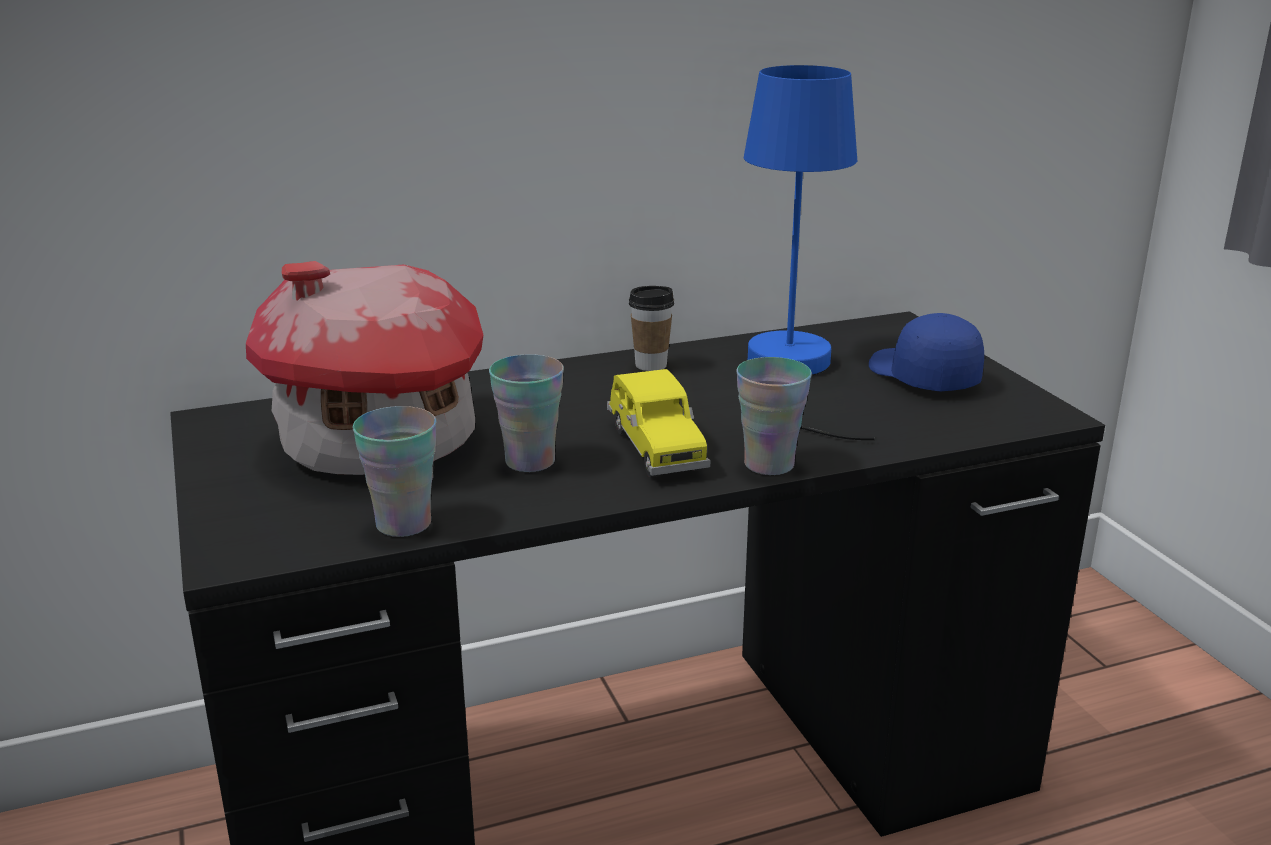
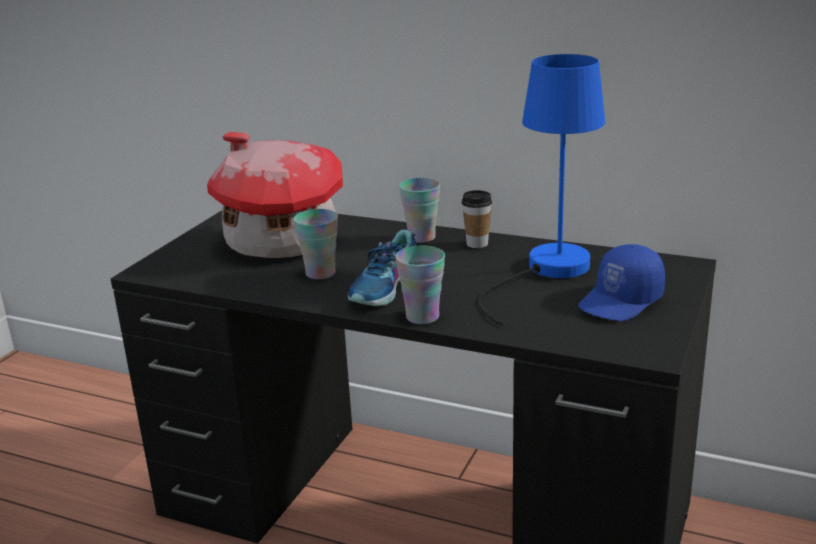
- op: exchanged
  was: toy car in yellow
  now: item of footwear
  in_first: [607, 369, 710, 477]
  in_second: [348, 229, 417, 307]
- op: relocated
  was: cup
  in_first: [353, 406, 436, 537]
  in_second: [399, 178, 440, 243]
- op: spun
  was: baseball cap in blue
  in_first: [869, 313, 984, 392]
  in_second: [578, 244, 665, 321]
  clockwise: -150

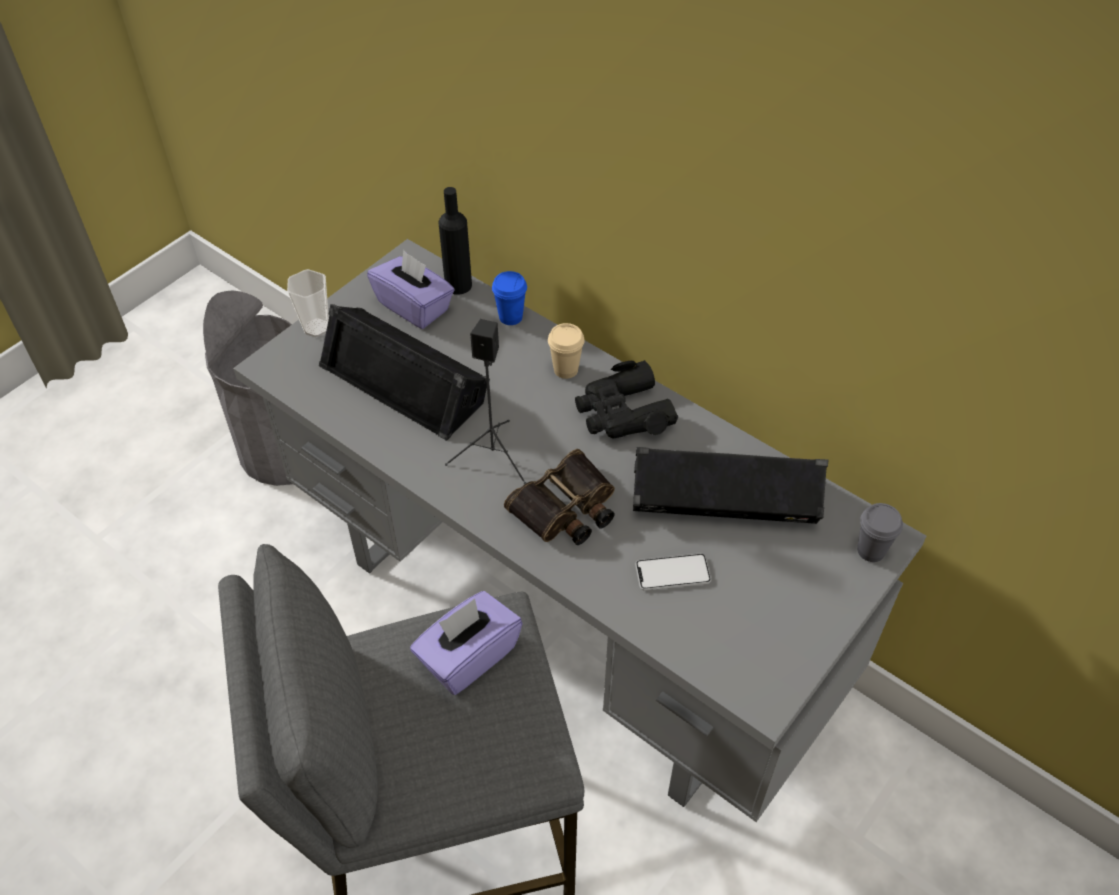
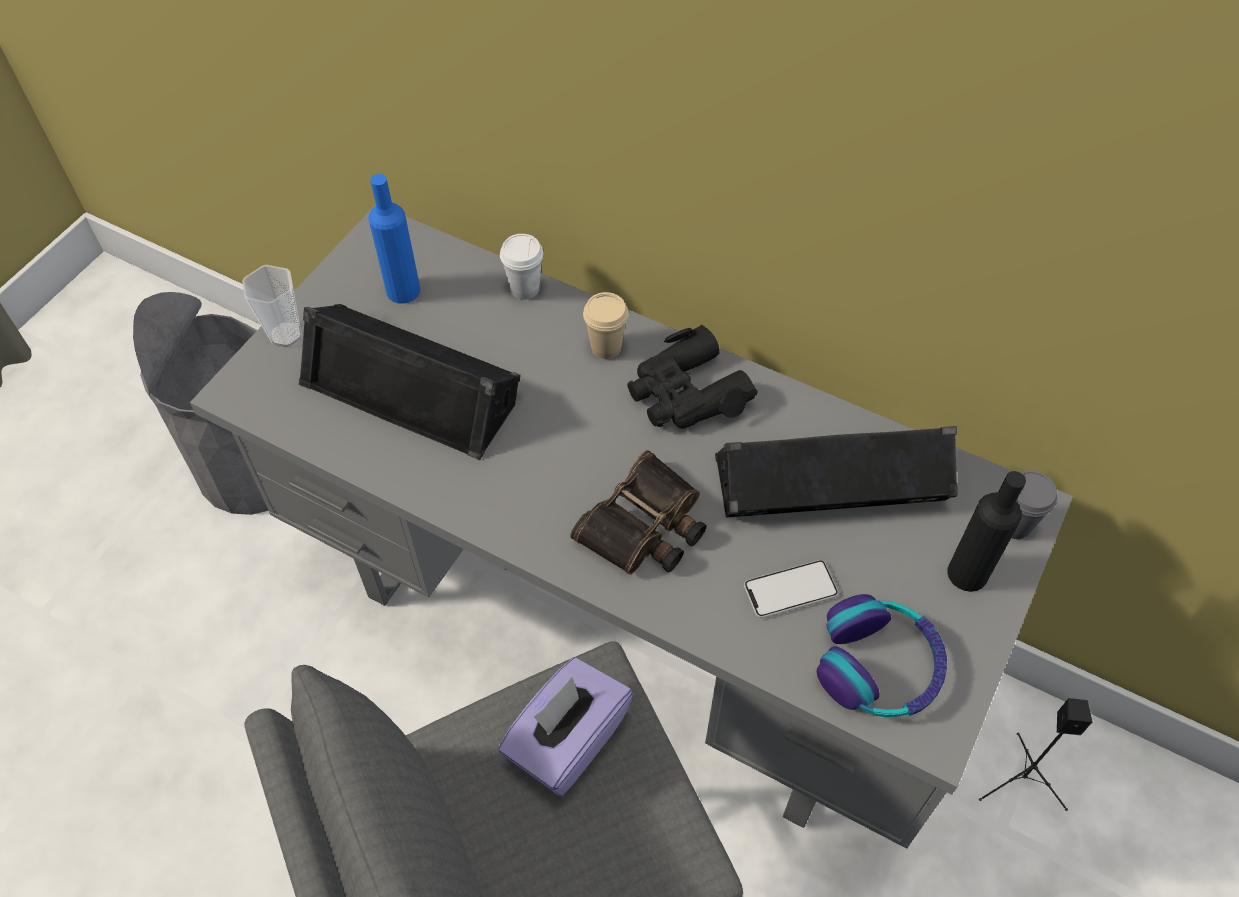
- op: exchanged
  was: box of tissues in purple-coloured
  now: beverage bottle in blue
  in_first: [367, 250, 455, 329]
  in_second: [368, 174, 421, 304]
- op: colour
  was: cup in blue
  now: cup in white-coloured
  in_first: [492, 271, 527, 325]
  in_second: [500, 234, 544, 300]
- op: appeared
  now: headphones
  in_second: [817, 594, 947, 717]
- op: relocated
  was: beverage bottle in black-coloured
  in_first: [439, 187, 472, 295]
  in_second: [947, 471, 1026, 592]
- op: relocated
  was: loudspeaker in black-coloured
  in_first: [445, 319, 526, 484]
  in_second: [979, 698, 1093, 811]

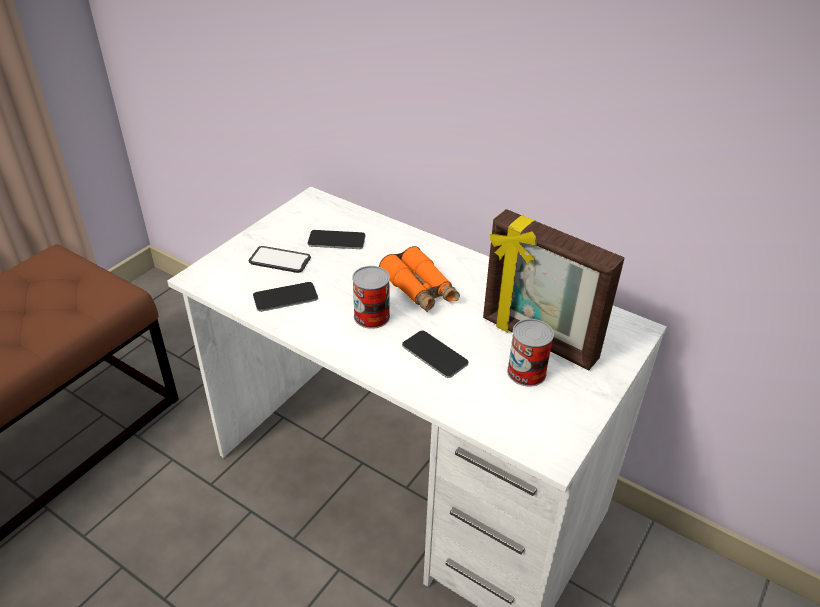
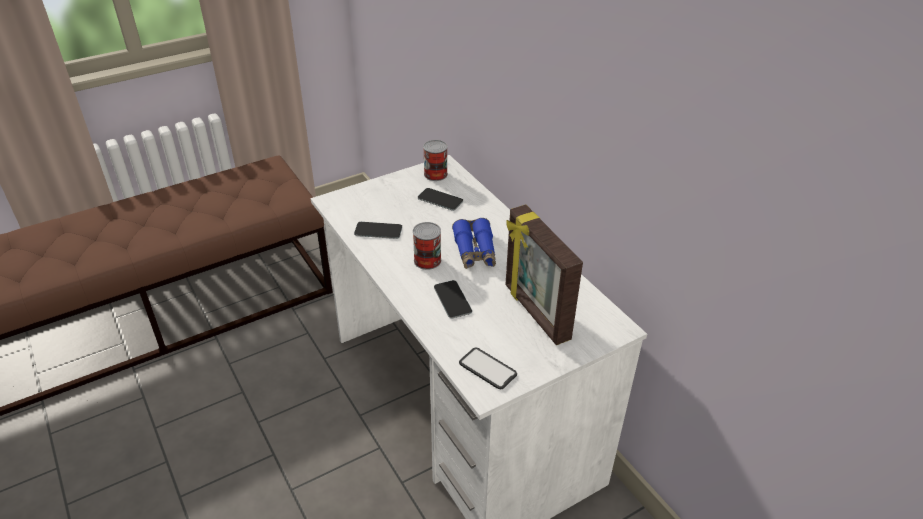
- op: relocated
  was: metal can
  in_first: [507, 319, 554, 387]
  in_second: [423, 140, 448, 181]
- op: colour
  was: field glasses in orange-coloured
  now: field glasses in blue
  in_first: [379, 246, 460, 312]
  in_second: [452, 218, 496, 269]
- op: relocated
  was: handset
  in_first: [249, 246, 311, 273]
  in_second: [459, 347, 517, 389]

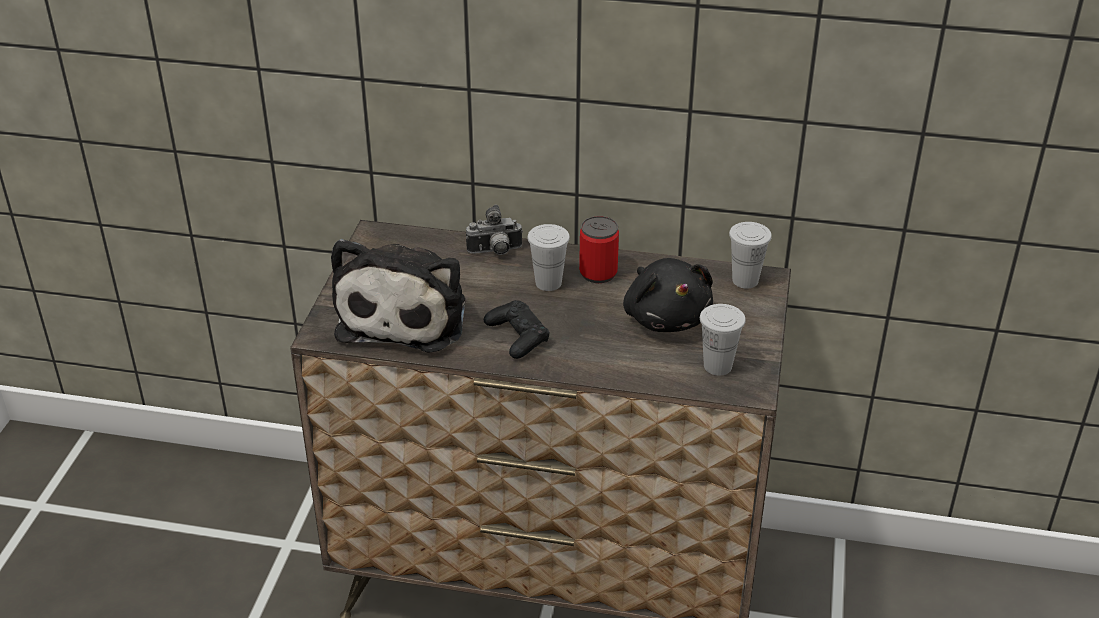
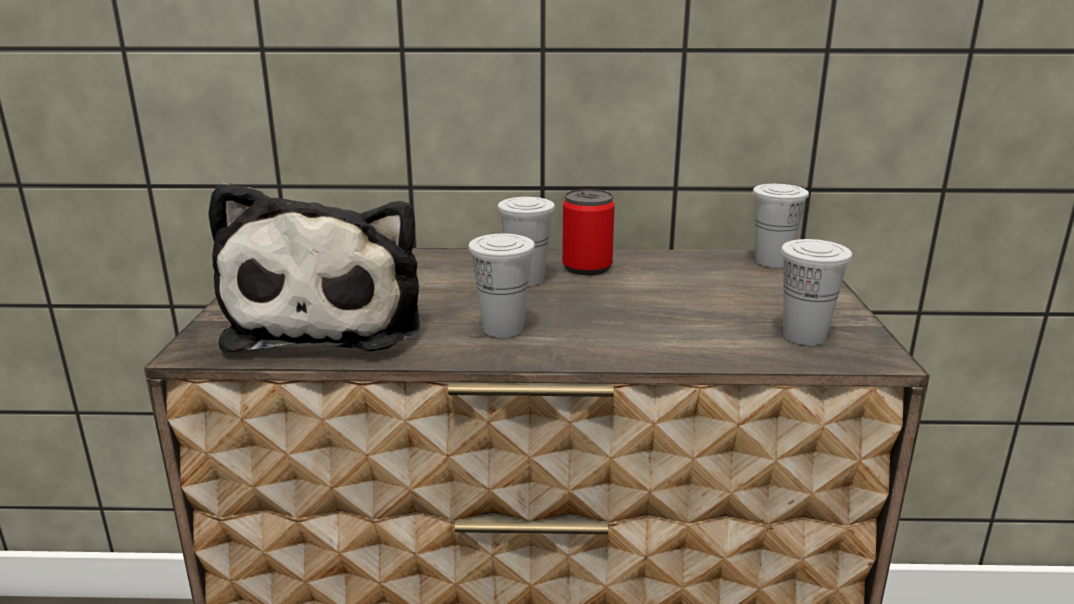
- op: exchanged
  was: gamepad in black-coloured
  now: cup in white-coloured
  in_first: [484, 300, 550, 359]
  in_second: [468, 234, 535, 337]
- op: missing
  was: photo camera
  in_first: [466, 204, 523, 255]
- op: missing
  was: cuddly toy in black-coloured
  in_first: [623, 258, 713, 332]

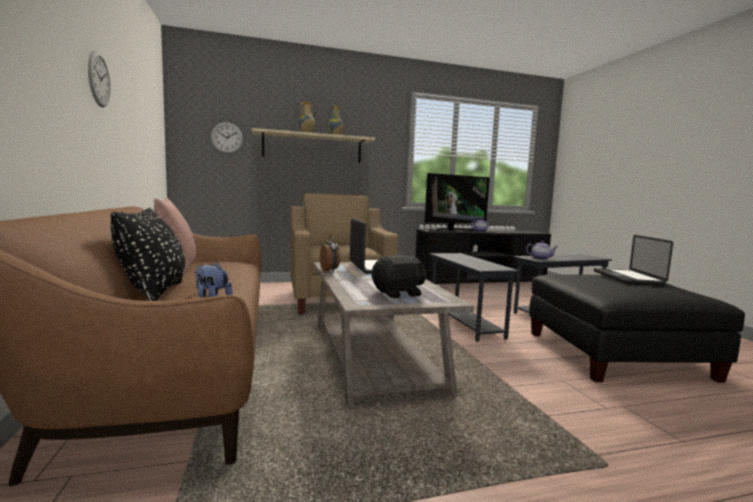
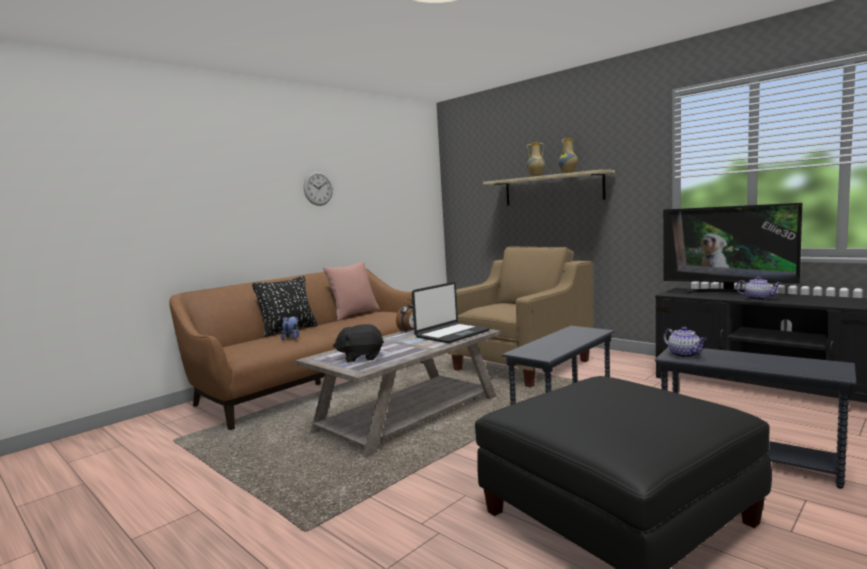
- op: spun
  was: cuddly toy in black-coloured
  in_first: [372, 255, 426, 298]
  in_second: [333, 324, 384, 362]
  clockwise: 135
- op: missing
  was: wall clock
  in_first: [211, 122, 243, 153]
- op: missing
  was: notebook computer
  in_first: [594, 235, 673, 285]

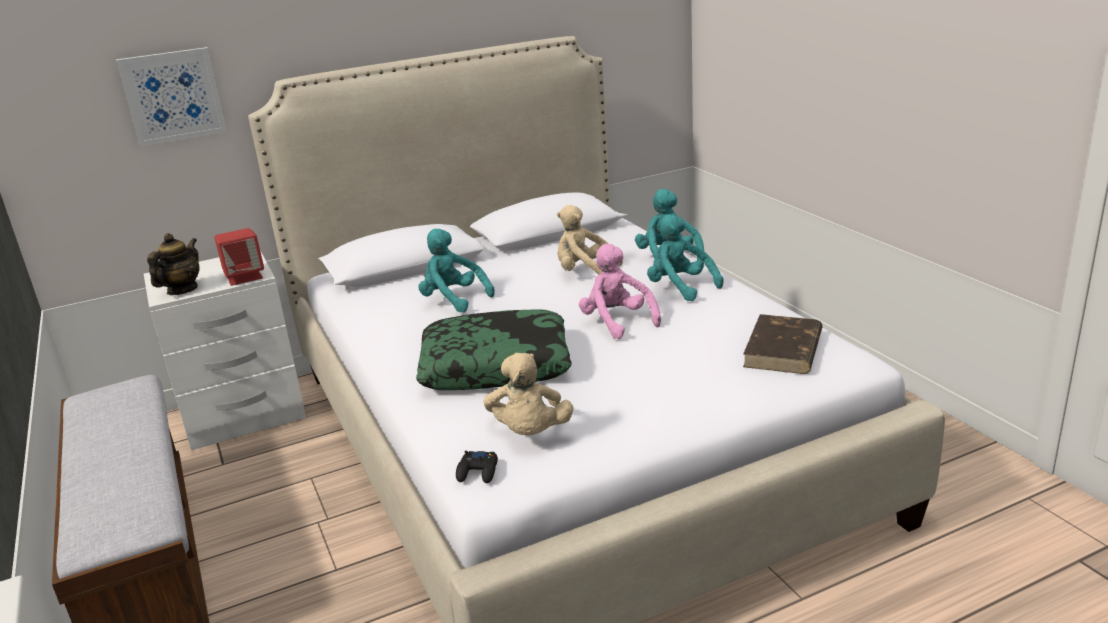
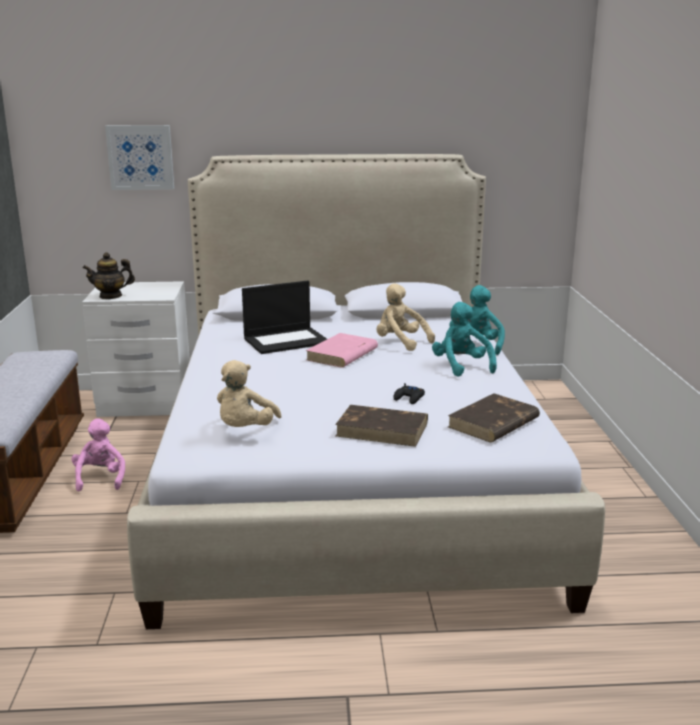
- op: relocated
  was: cuddly toy in pink-coloured
  in_first: [579, 244, 661, 339]
  in_second: [72, 418, 125, 491]
- op: spun
  was: tea pot
  in_first: [147, 233, 200, 295]
  in_second: [83, 252, 135, 299]
  clockwise: -150
- op: exchanged
  was: cuddly toy in blue-green
  now: notebook computer
  in_first: [418, 229, 495, 312]
  in_second: [242, 280, 327, 354]
- op: appeared
  now: book in pink-coloured
  in_second: [306, 333, 378, 368]
- op: appeared
  now: book in brownish
  in_second: [335, 405, 428, 447]
- op: relocated
  was: gamepad in black-coloured
  in_first: [456, 451, 498, 483]
  in_second: [393, 383, 425, 404]
- op: missing
  was: loudspeaker in red
  in_first: [214, 228, 264, 286]
- op: missing
  was: cushion
  in_first: [416, 309, 572, 390]

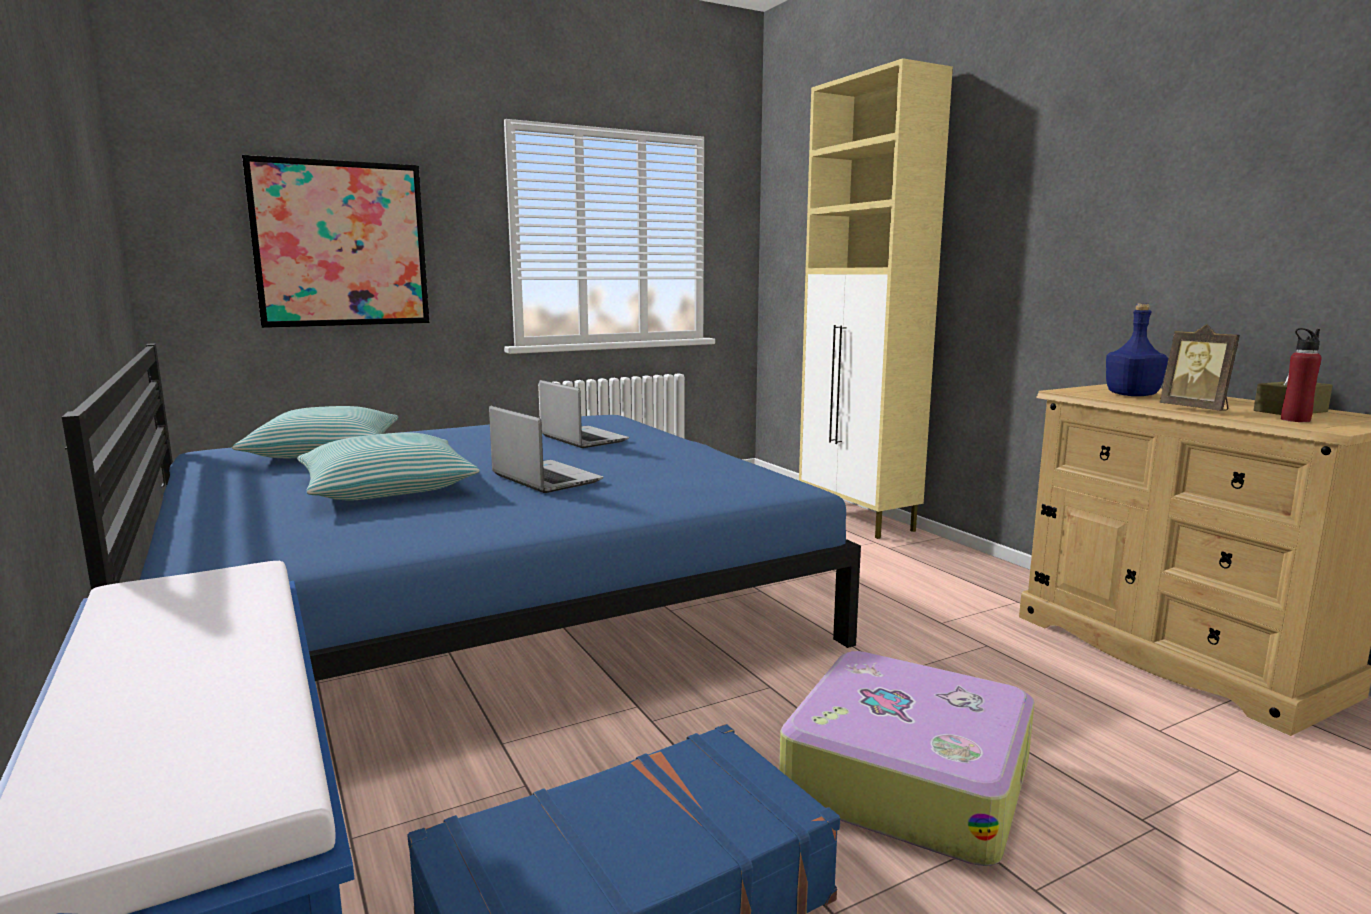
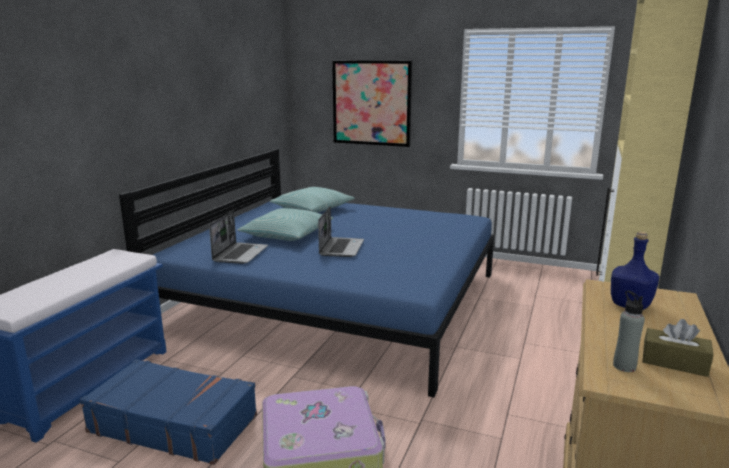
- op: relocated
  was: notebook computer
  in_first: [539, 380, 629, 448]
  in_second: [209, 211, 268, 264]
- op: colour
  was: beverage bottle in red
  now: beverage bottle in grey
  in_first: [1281, 328, 1322, 422]
  in_second: [613, 291, 645, 372]
- op: missing
  was: picture frame
  in_first: [1159, 324, 1240, 411]

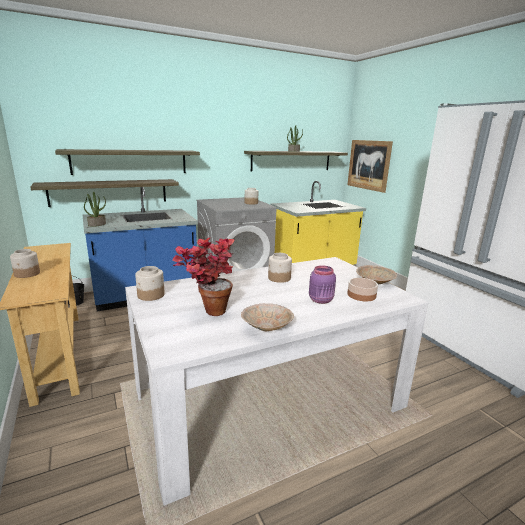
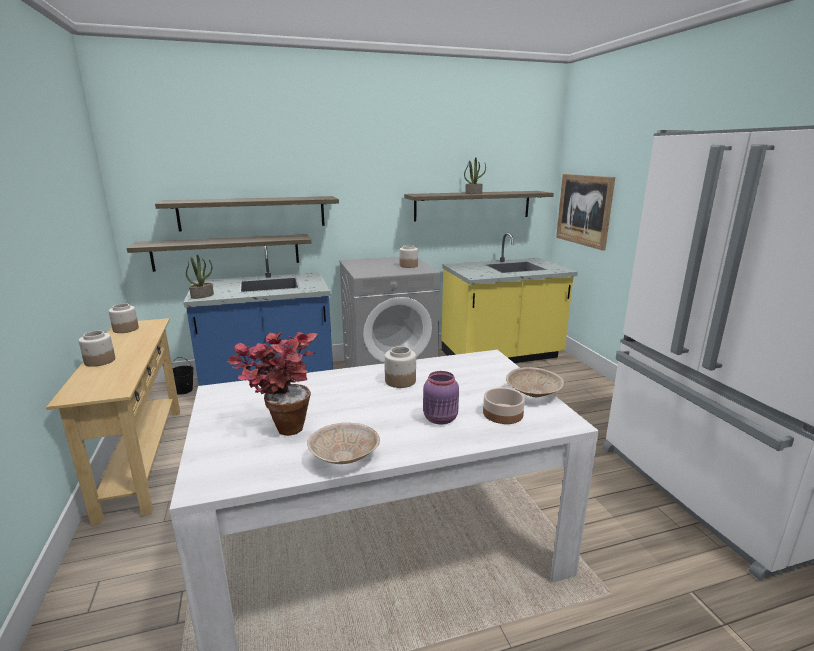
- op: relocated
  was: preserve jar
  in_first: [135, 266, 165, 301]
  in_second: [109, 303, 139, 333]

